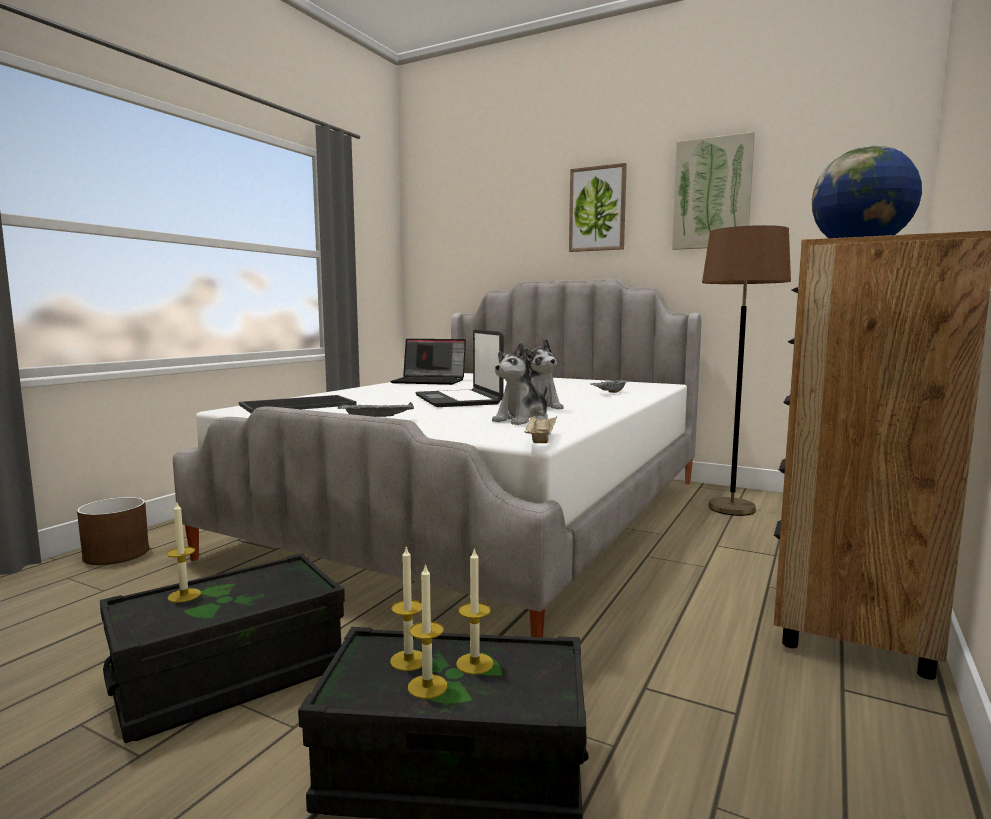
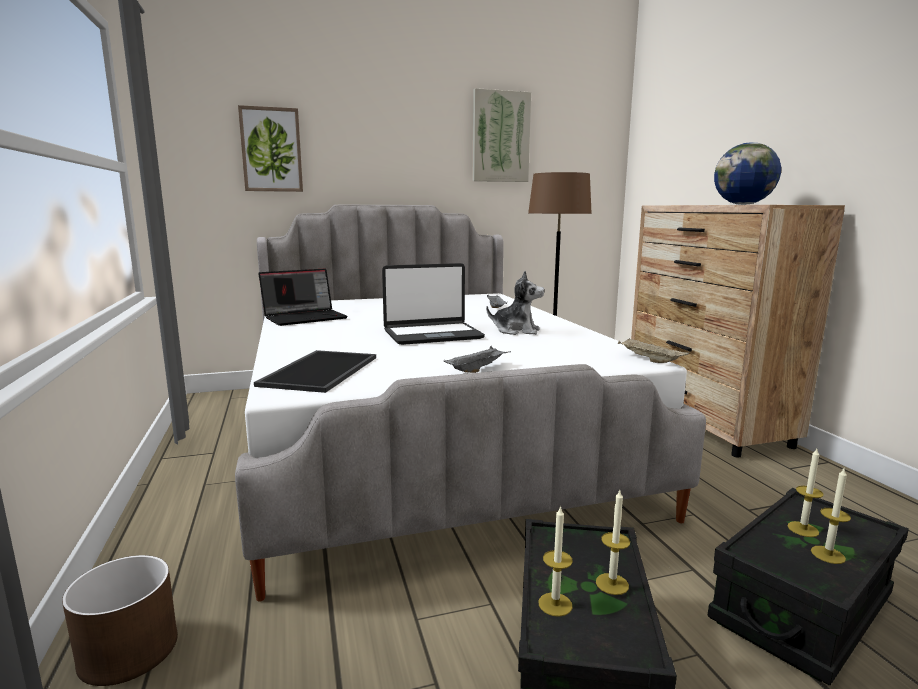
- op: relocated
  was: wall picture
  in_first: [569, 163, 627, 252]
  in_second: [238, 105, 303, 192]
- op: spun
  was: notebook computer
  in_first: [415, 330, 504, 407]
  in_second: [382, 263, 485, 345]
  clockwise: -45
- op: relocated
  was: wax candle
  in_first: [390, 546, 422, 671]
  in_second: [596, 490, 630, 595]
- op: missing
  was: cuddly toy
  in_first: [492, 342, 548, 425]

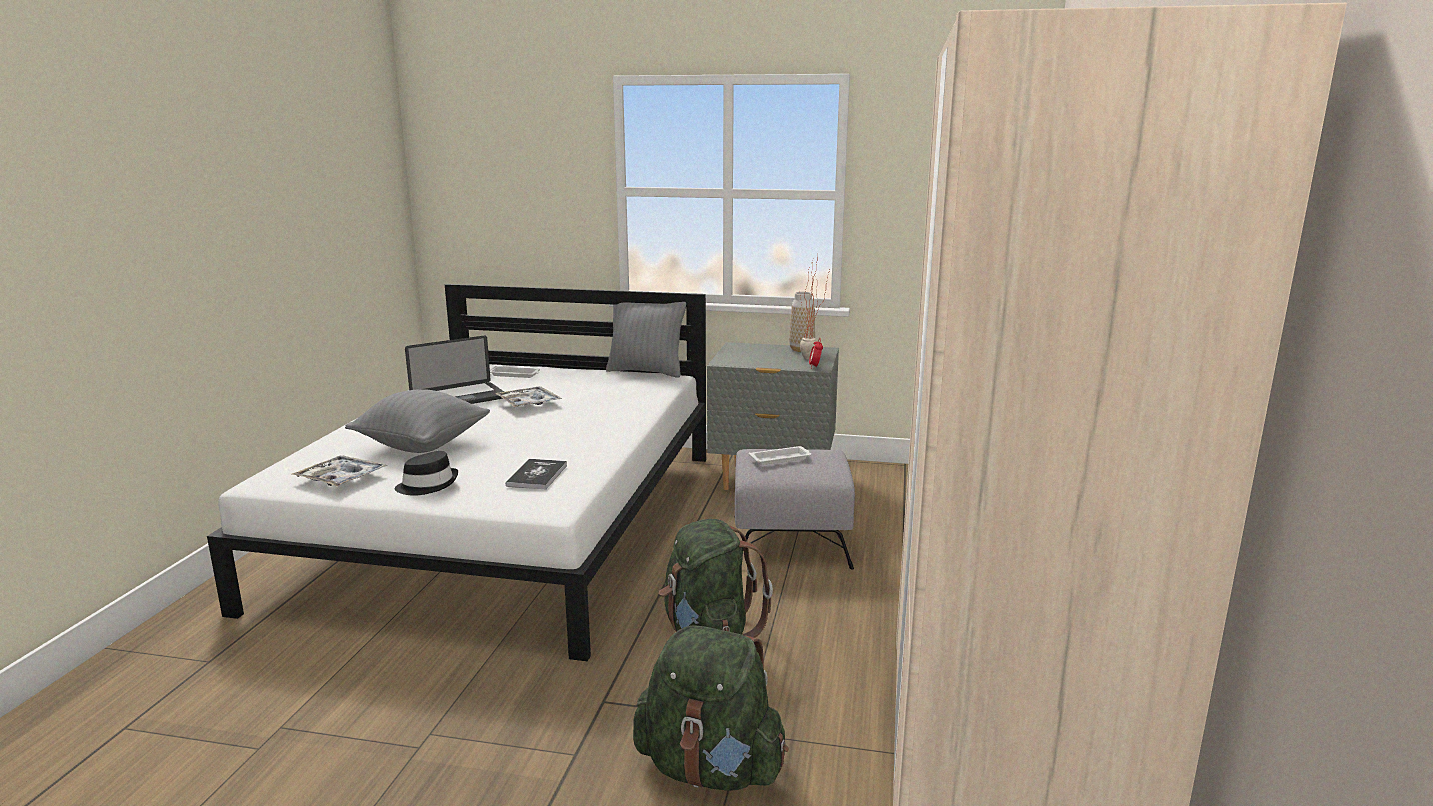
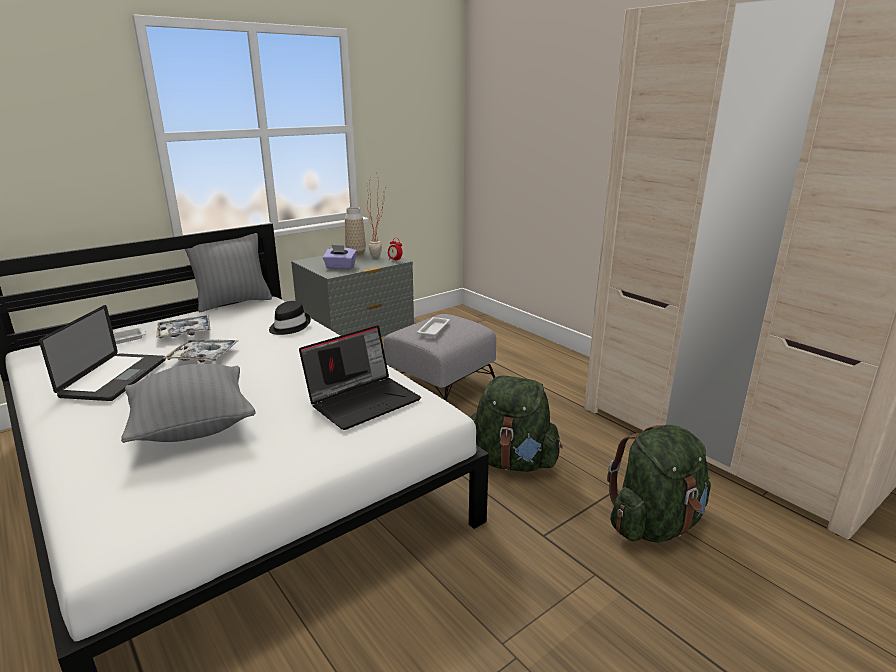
- op: relocated
  was: tray
  in_first: [292, 455, 388, 487]
  in_second: [156, 315, 211, 338]
- op: relocated
  was: wearable hat in black-coloured
  in_first: [395, 451, 458, 496]
  in_second: [269, 301, 311, 335]
- op: exchanged
  was: book
  now: notebook computer
  in_first: [506, 459, 567, 489]
  in_second: [299, 325, 421, 430]
- op: appeared
  now: box of tissues in purple-coloured
  in_second: [322, 245, 357, 270]

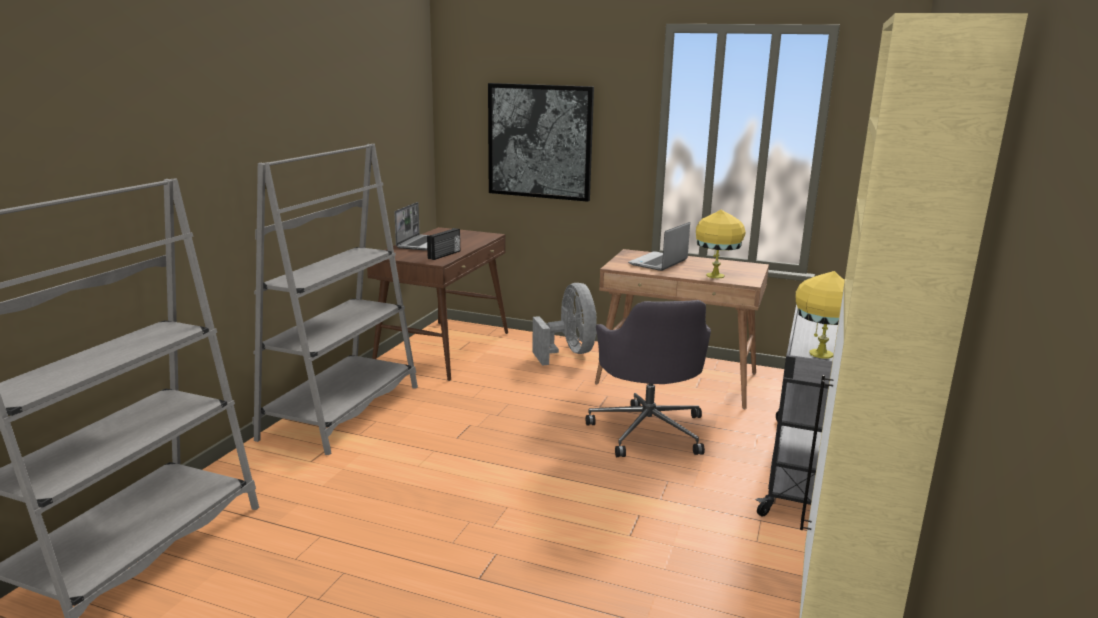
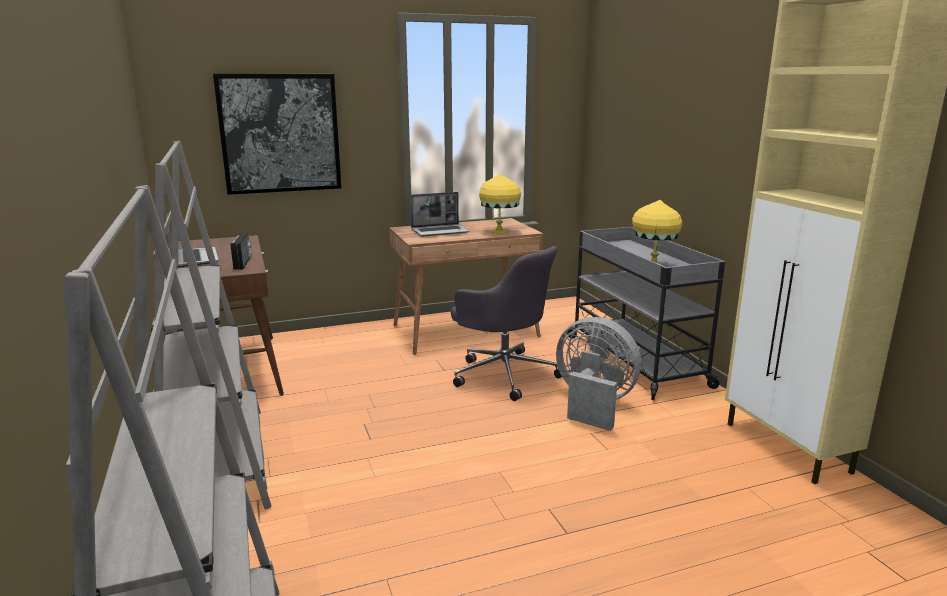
- op: spun
  was: notebook computer
  in_first: [628, 222, 690, 271]
  in_second: [410, 192, 470, 237]
  clockwise: -105
- op: relocated
  was: fan in grey
  in_first: [532, 283, 597, 366]
  in_second: [556, 317, 641, 431]

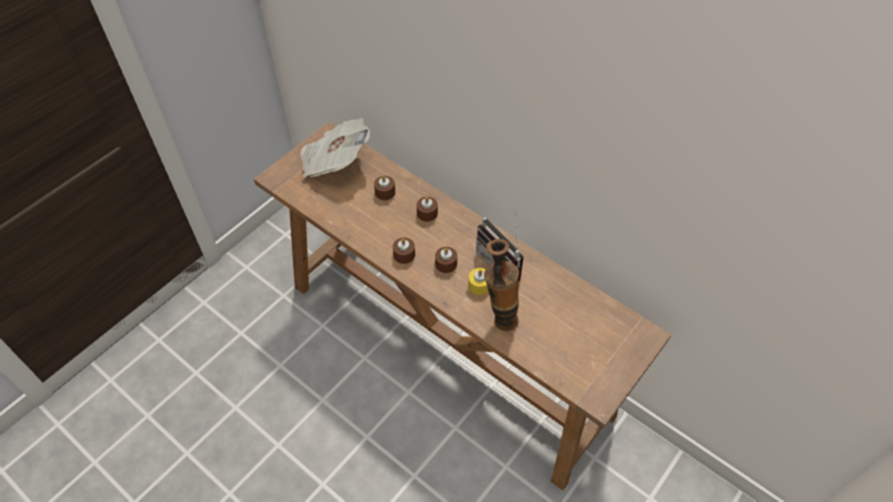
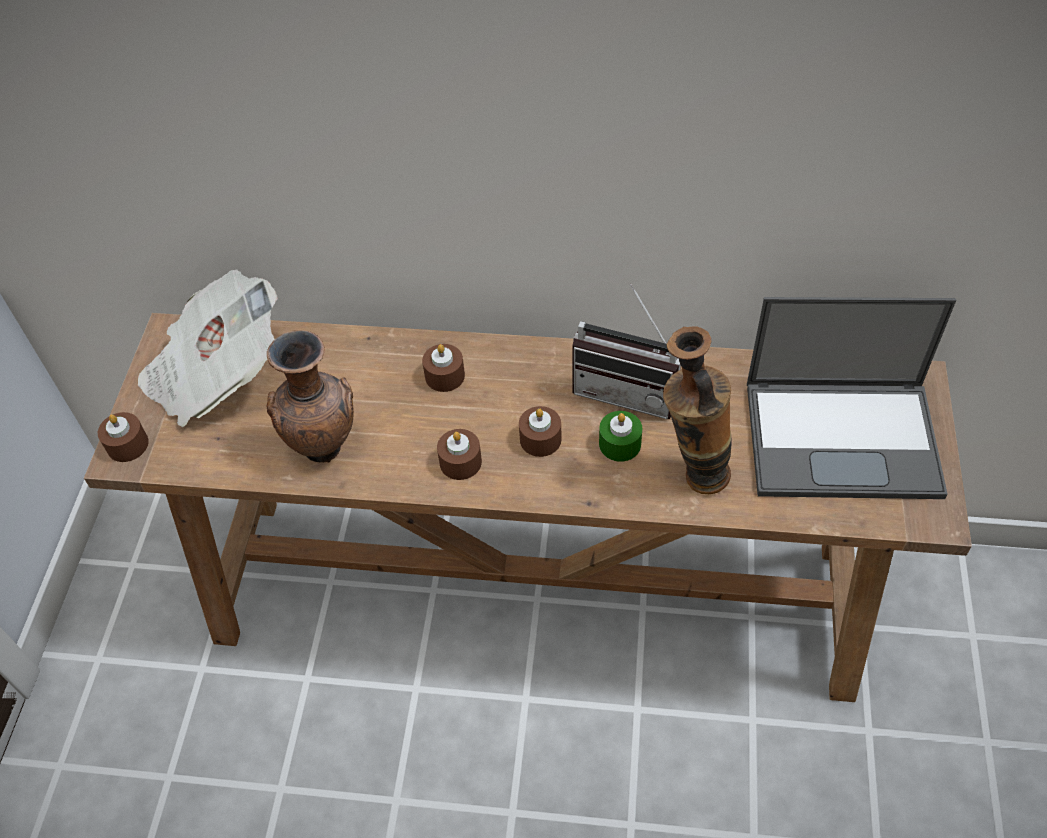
- op: relocated
  was: wax candle in brownish
  in_first: [374, 175, 395, 200]
  in_second: [98, 412, 149, 462]
- op: appeared
  now: flower vase in brownish
  in_second: [267, 330, 354, 463]
- op: colour
  was: wax candle in yellow
  now: wax candle in green
  in_first: [468, 268, 488, 295]
  in_second: [599, 411, 642, 462]
- op: appeared
  now: notebook computer
  in_second: [747, 297, 956, 499]

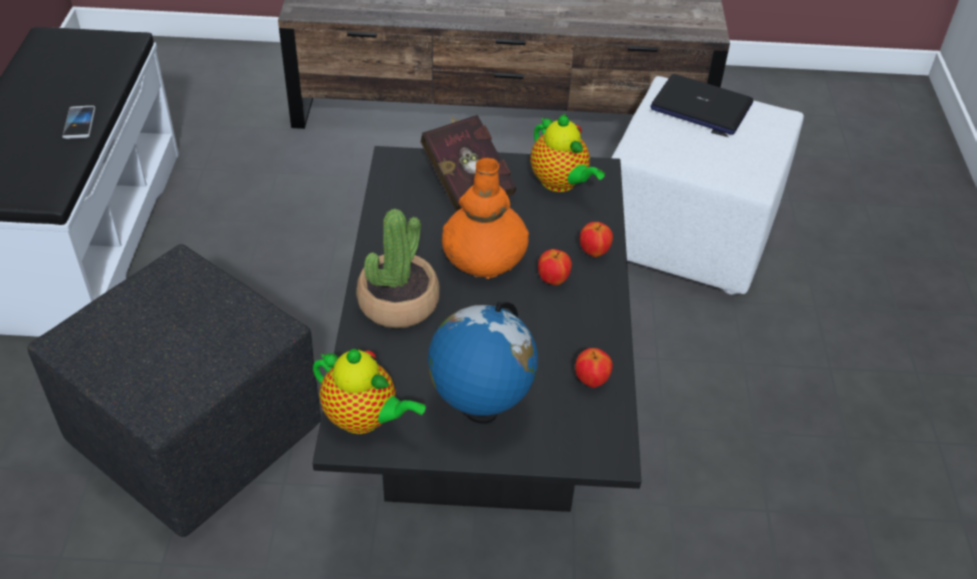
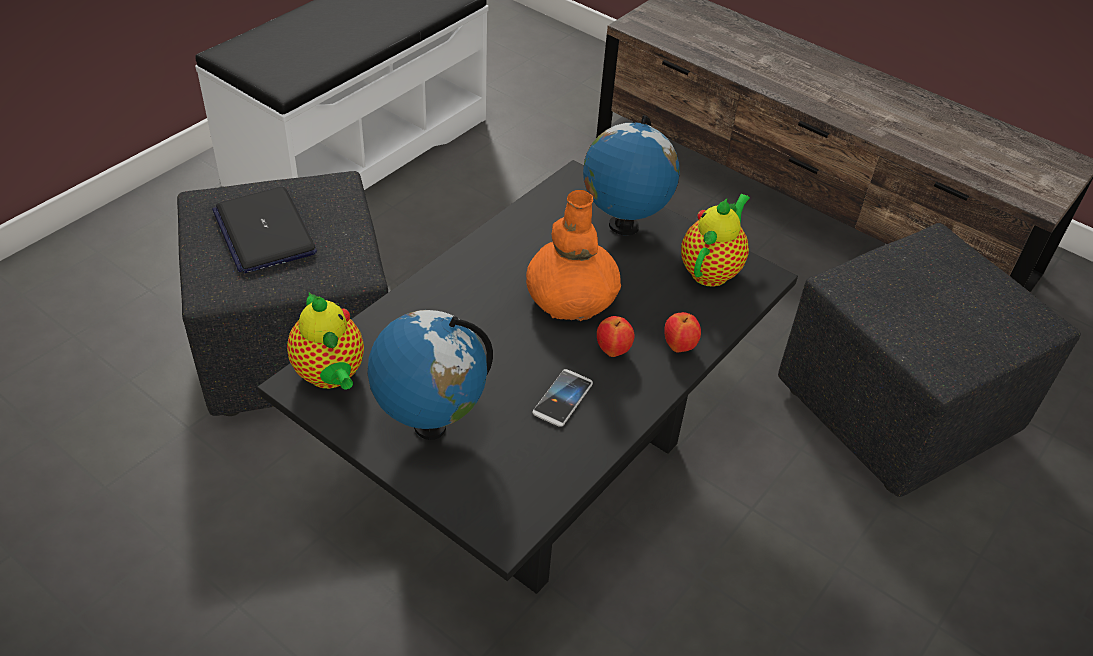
- op: relocated
  was: notebook computer
  in_first: [650, 74, 753, 135]
  in_second: [212, 187, 317, 273]
- op: relocated
  was: handset
  in_first: [62, 106, 95, 139]
  in_second: [532, 369, 593, 427]
- op: exchanged
  was: book in red
  now: desk globe
  in_first: [420, 115, 516, 212]
  in_second: [583, 115, 680, 236]
- op: spun
  was: tea pot
  in_first: [530, 114, 605, 192]
  in_second: [681, 194, 750, 287]
  clockwise: -150
- op: colour
  was: ottoman in white-coloured
  now: ottoman in black-coloured
  in_first: [611, 76, 804, 295]
  in_second: [778, 223, 1081, 497]
- op: missing
  was: houseplant
  in_first: [356, 209, 440, 328]
- op: missing
  was: apple
  in_first: [575, 348, 613, 388]

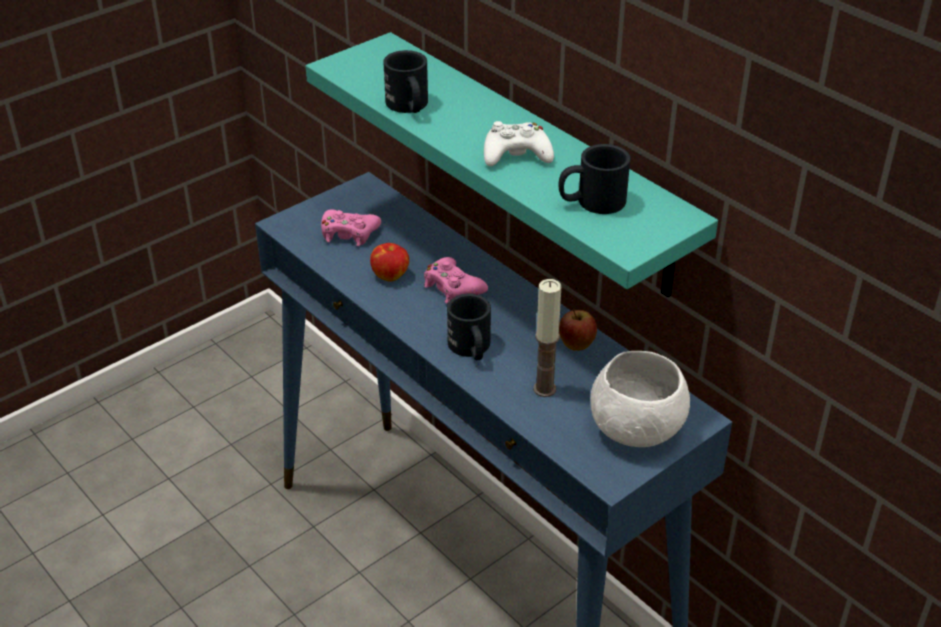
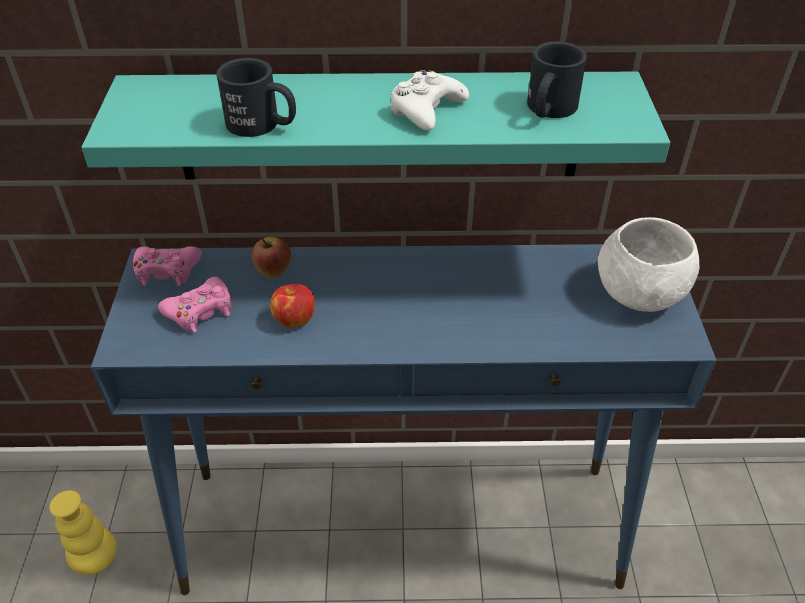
- op: appeared
  now: flower vase in yellow
  in_second: [50, 490, 117, 575]
- op: relocated
  was: gamepad in pink-coloured
  in_first: [424, 257, 488, 304]
  in_second: [133, 246, 202, 286]
- op: relocated
  was: apple
  in_first: [559, 309, 597, 351]
  in_second: [252, 236, 291, 278]
- op: missing
  was: tea mug in black-coloured
  in_first: [447, 294, 491, 360]
- op: missing
  was: wax candle
  in_first: [533, 279, 561, 397]

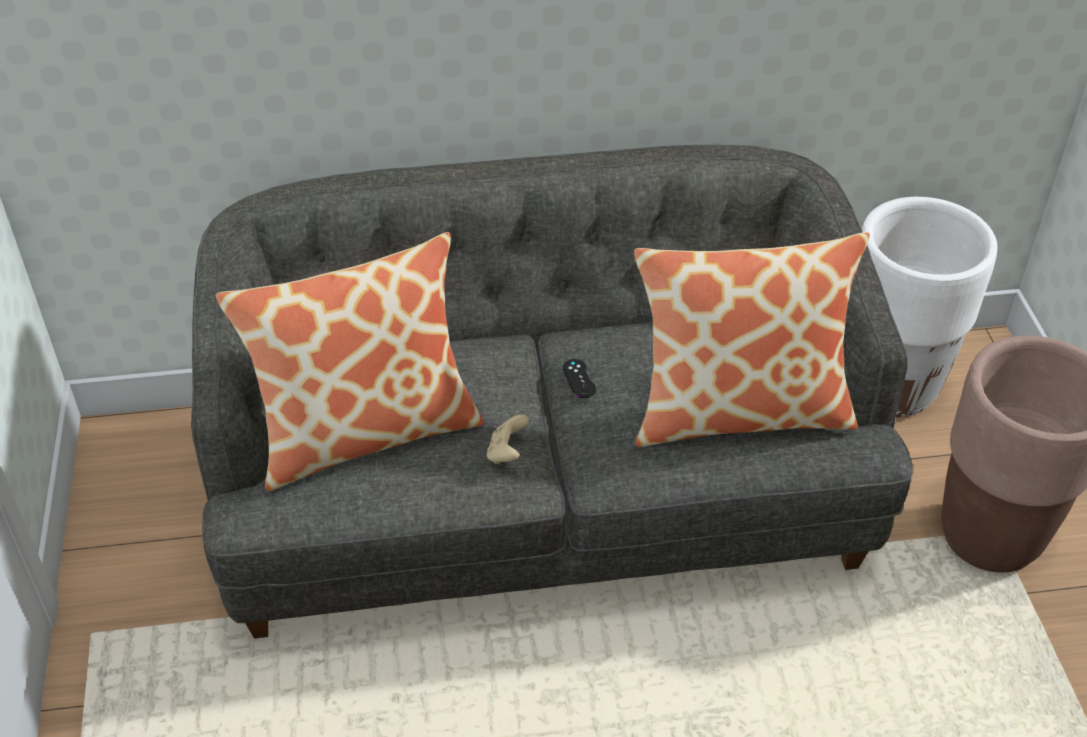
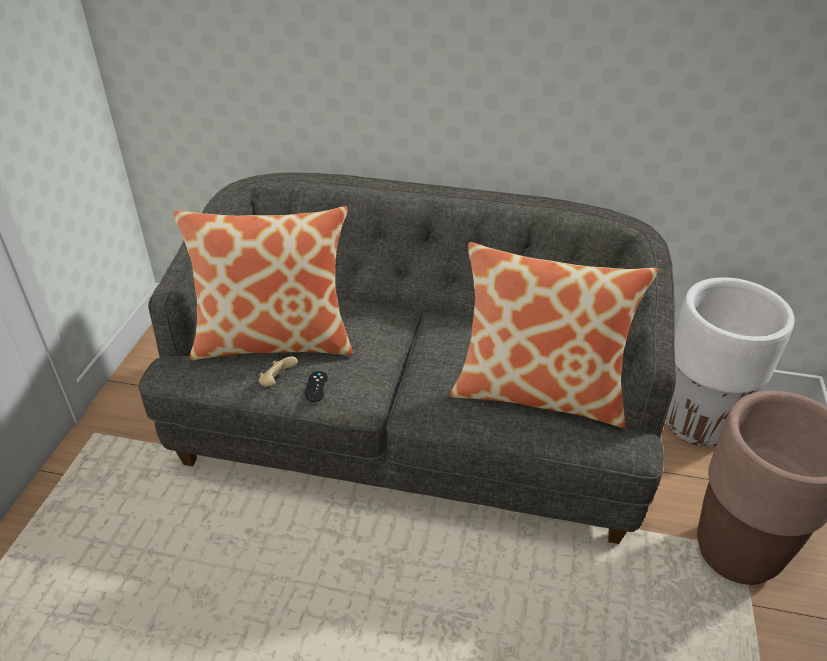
- op: relocated
  was: gamepad in sand-coloured
  in_first: [487, 414, 529, 464]
  in_second: [259, 356, 298, 387]
- op: relocated
  was: gamepad in black-coloured
  in_first: [563, 359, 596, 398]
  in_second: [305, 371, 328, 402]

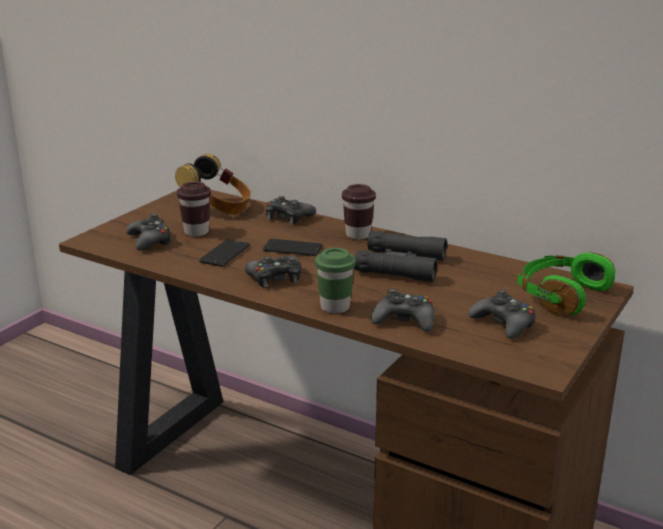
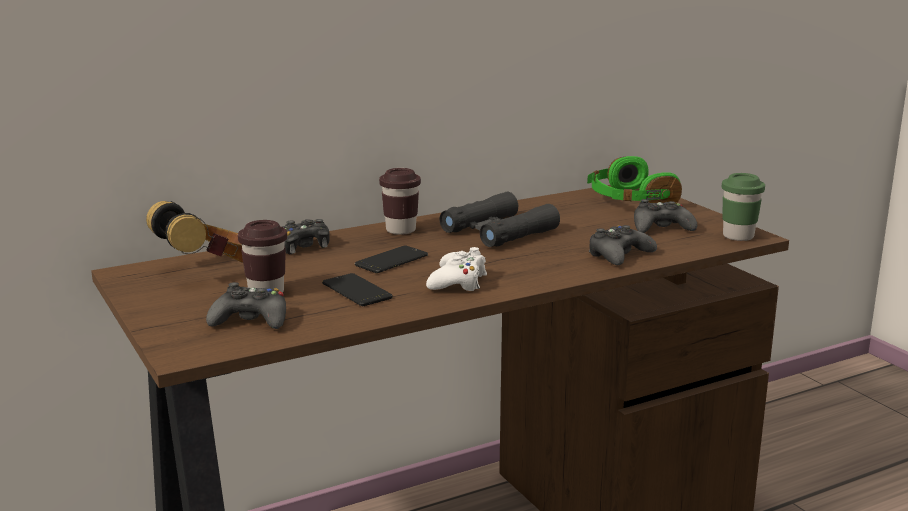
- op: colour
  was: gamepad in black-coloured
  now: gamepad in white-coloured
  in_first: [244, 256, 301, 287]
  in_second: [426, 247, 487, 291]
- op: relocated
  was: cup in green
  in_first: [315, 248, 356, 314]
  in_second: [722, 173, 765, 241]

